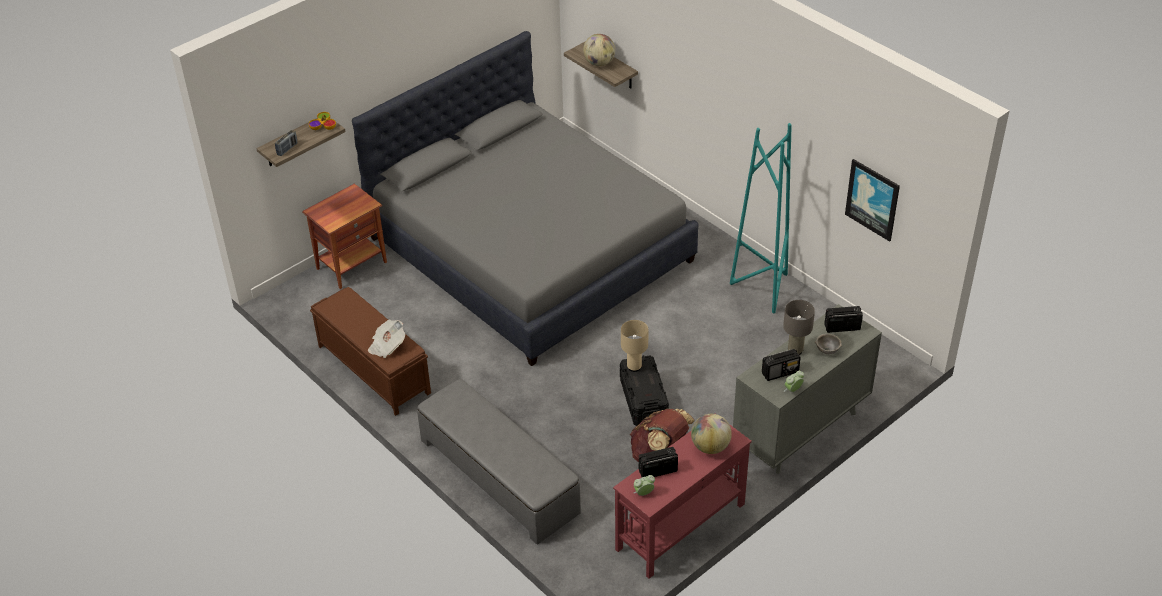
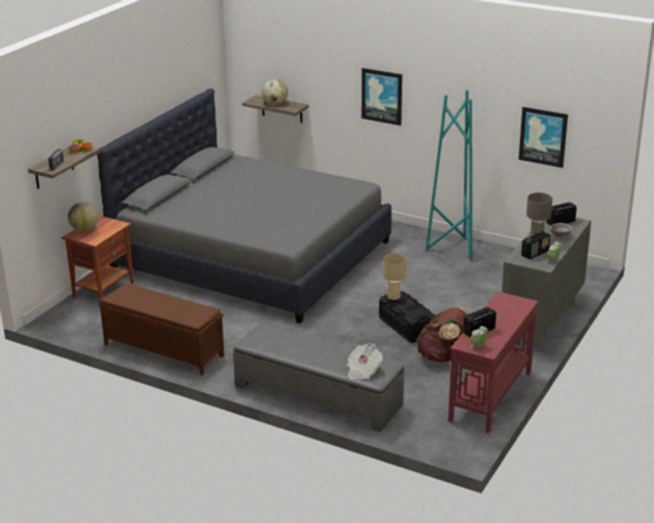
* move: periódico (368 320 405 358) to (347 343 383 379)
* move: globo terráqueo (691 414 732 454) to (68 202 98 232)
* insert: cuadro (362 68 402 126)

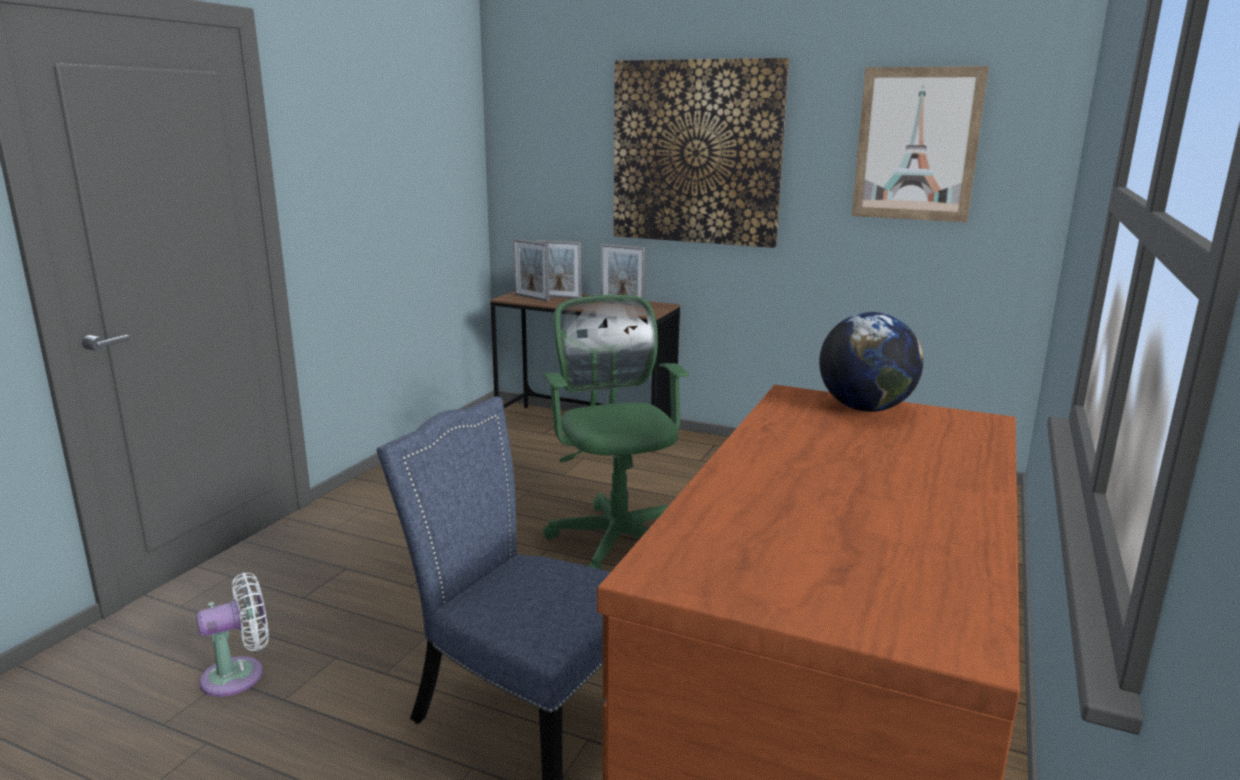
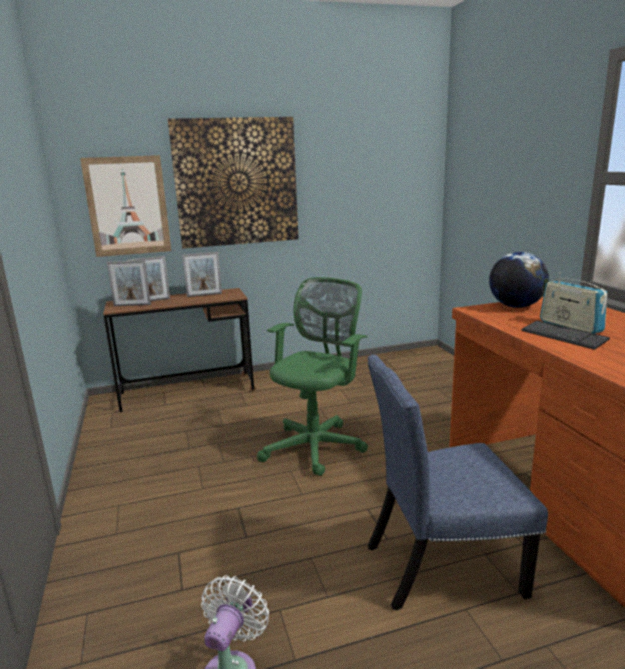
* move: cuadro (852 66 989 222) to (80 155 171 257)
* rotate: silla de oficina (verde) (542 295 689 570) = (257 277 368 476) 90 degrees clockwise
* insert: radio (540 272 607 334)
* insert: teclado (521 320 610 350)

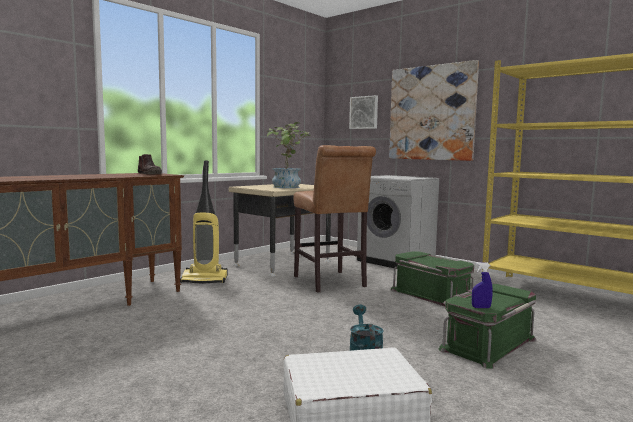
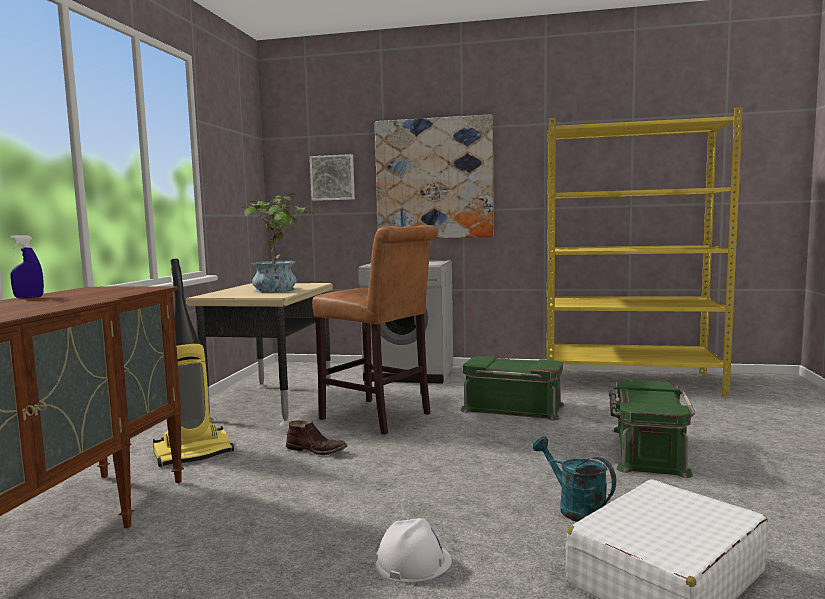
* move: bota (marrón) (138 154 162 174) to (286 420 347 455)
* move: pulverizador (azul) (472 262 493 308) to (10 235 44 298)
* insert: casco (blanco) (375 518 452 582)

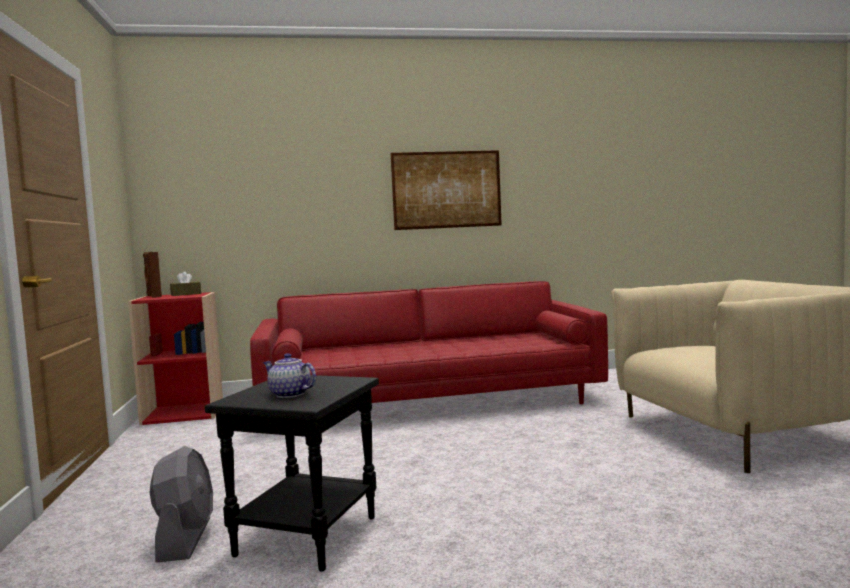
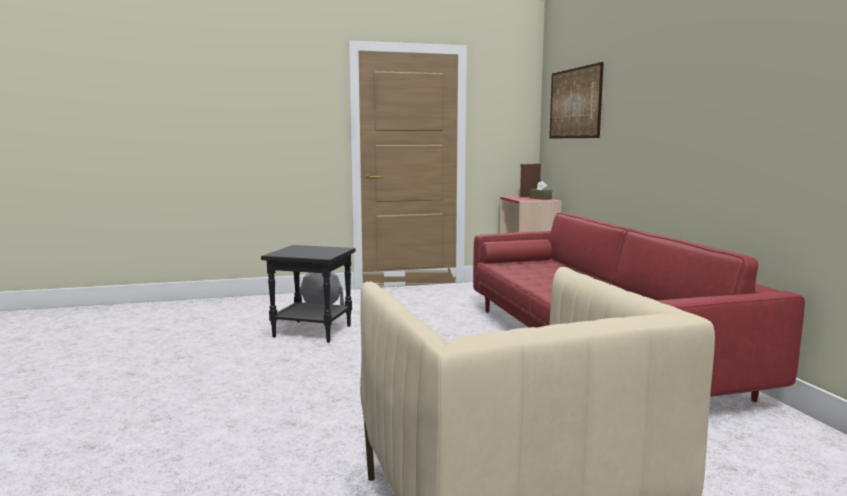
* move: cuadro (390 150 502 230) to (549 62 604 138)
* delete: tetera (263 353 316 398)

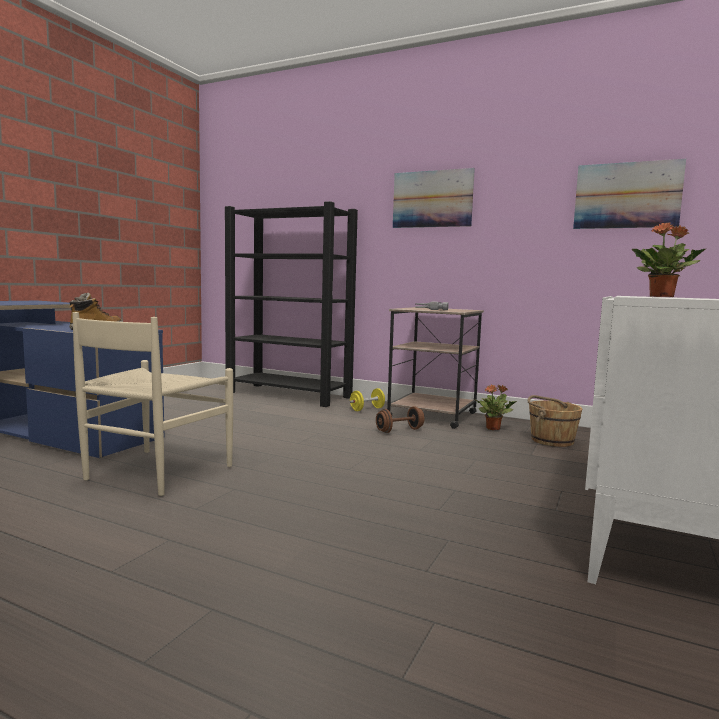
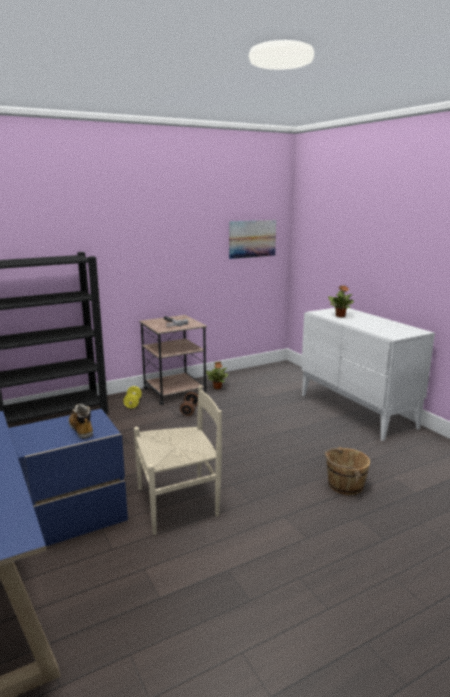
* delete: cuadro (393 168 475 228)
* rotate: silla (beis) (72 312 233 496) = (134 386 222 535) 75 degrees counterclockwise
* move: cubo (marrón) (527 395 582 447) to (325 447 370 495)

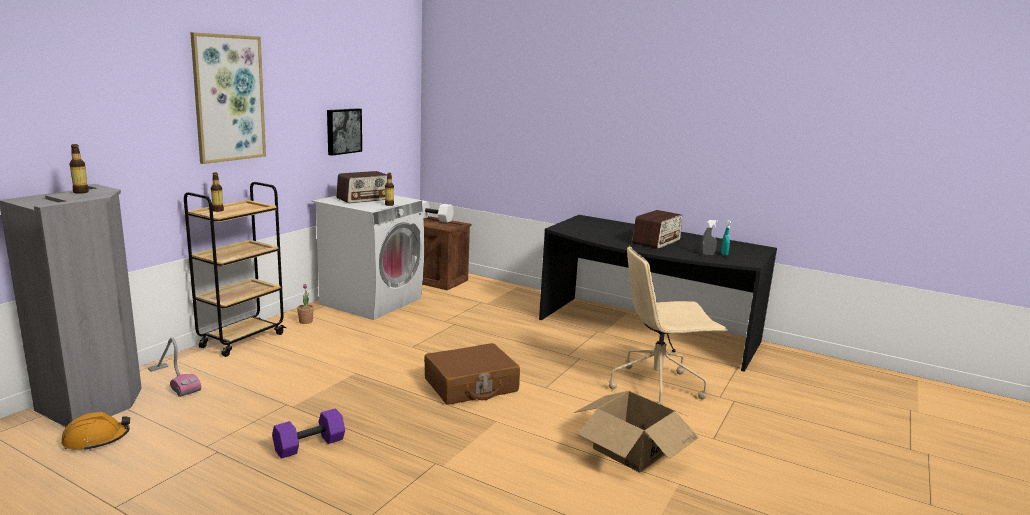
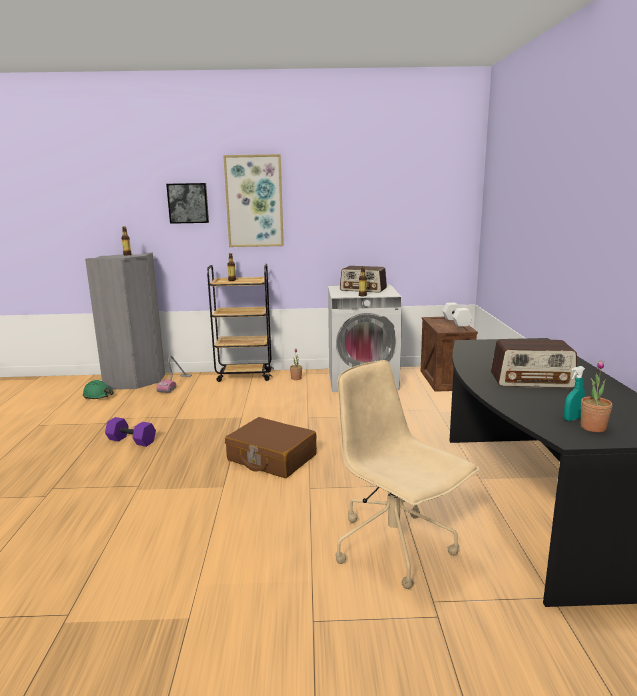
* move: cuadro (327 108 362 156) to (166 183 209 224)
* delete: pulverizador (gris) (701 220 718 255)
* delete: caja de cartón (574 391 699 472)
* recolor: casco (naranja) (61 412 130 451) to casco (verde) (83 380 114 399)
* insert: planta en maceta (581 360 612 432)

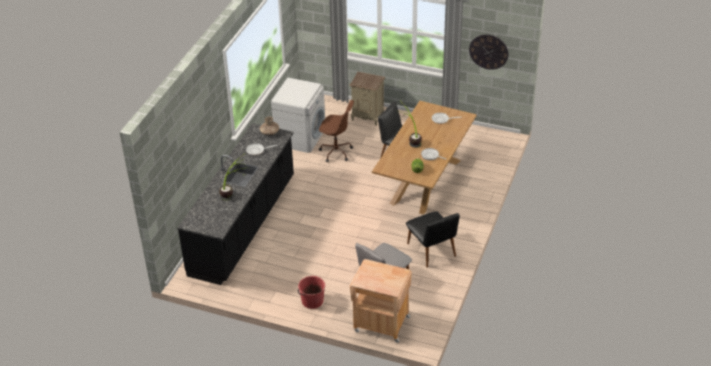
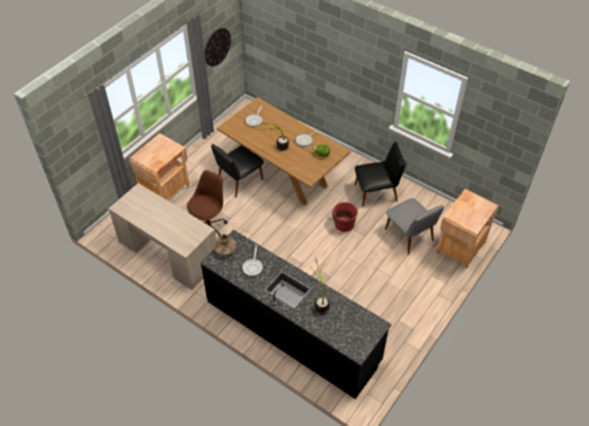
* replace: mesita de noche (beis) (350 72 385 126) to carrito (marrón) (129 133 189 201)
* replace: lavadora (blanco) (271 78 325 153) to escritorio (beis) (108 183 216 290)
* move: cubo (rojo) (298 276 325 309) to (332 202 358 232)

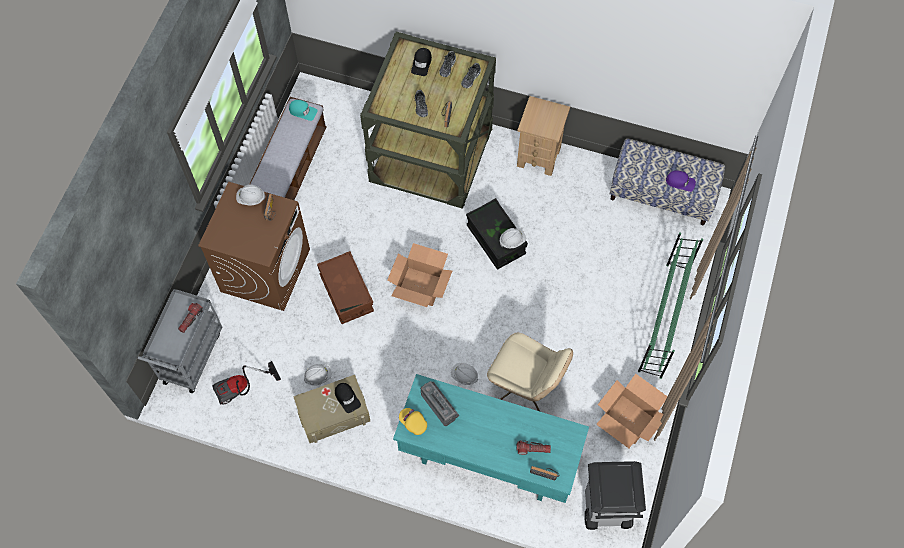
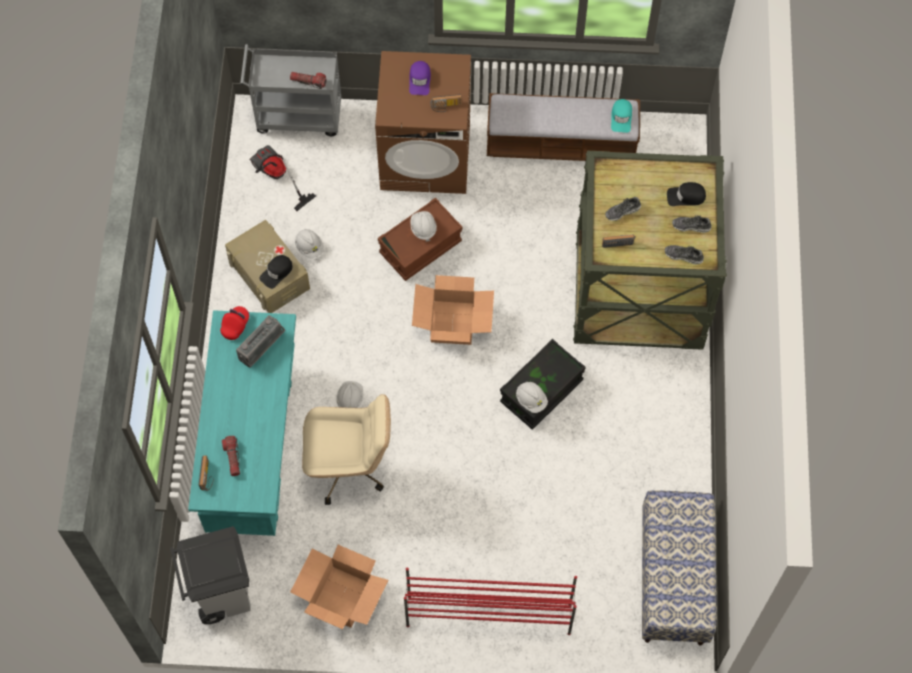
* delete: mesita de noche (beis) (517 96 570 176)
* move: gorra (morado) (666 170 696 192) to (409 61 431 95)
* move: casco (blanco) (236 184 266 206) to (410 211 437 242)
* recolor: zapatero (verde) (638 232 703 379) to zapatero (rojo) (404 567 577 635)
* rotate: silla de oficina (beis) (487 333 573 411) = (302 394 391 505) 105 degrees counterclockwise
* recolor: gorra (amarillo) (399 408 427 435) to gorra (rojo) (220 306 249 340)

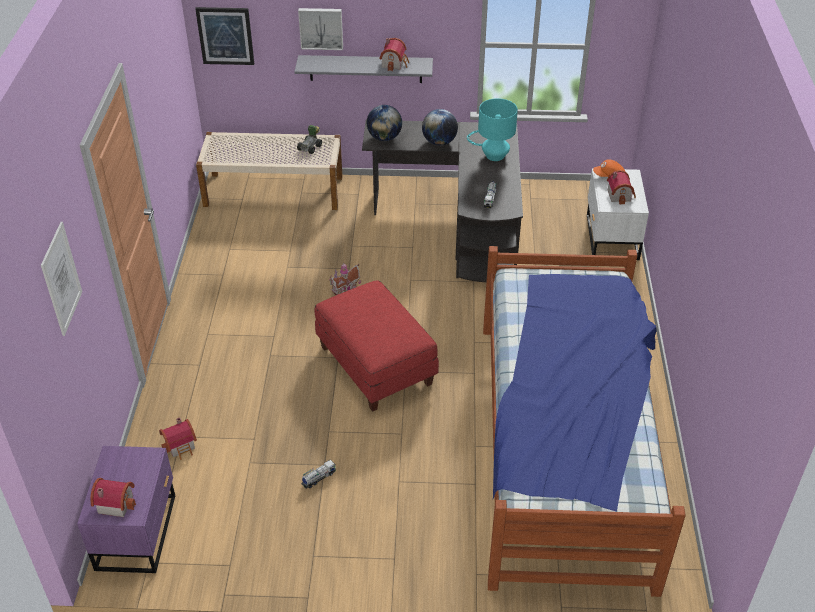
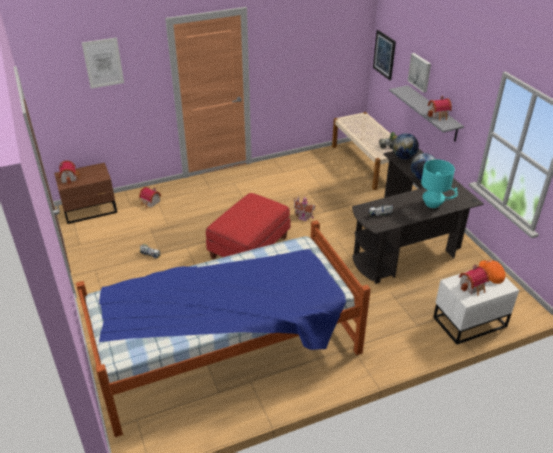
* recolor: mesita de noche (morado) (77 446 175 573) to mesita de noche (marrón) (54 163 117 224)

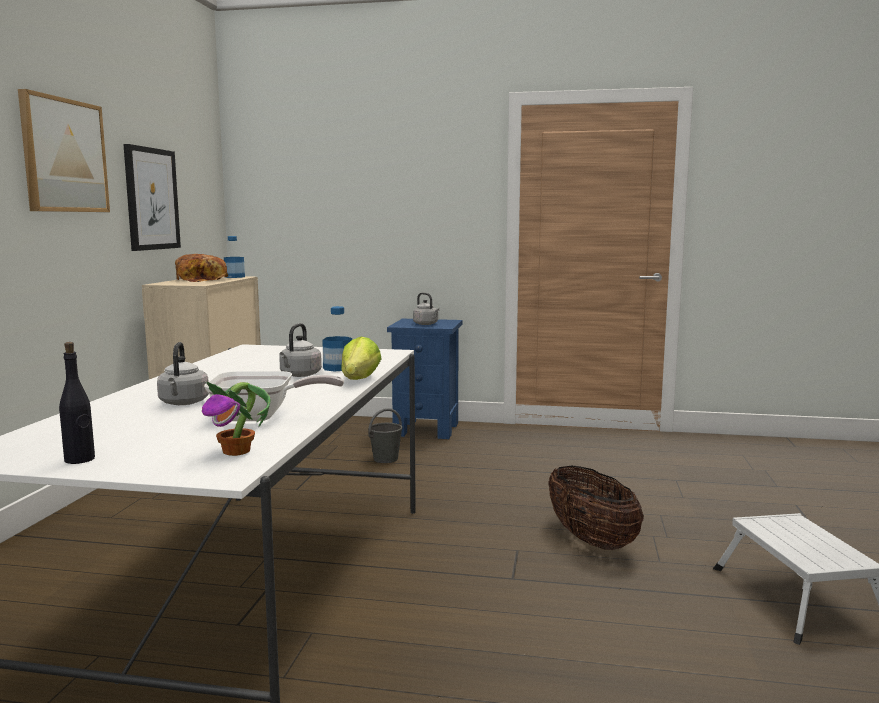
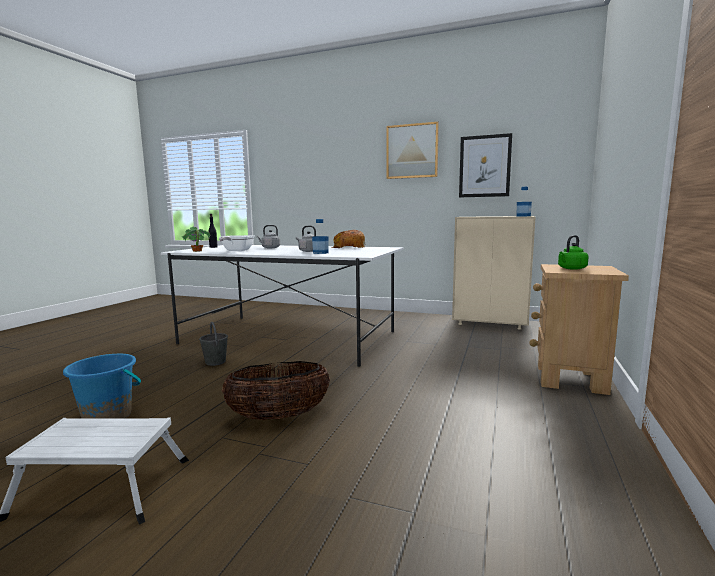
* move: pan (175 254 228 282) to (331 230 365 248)
* recolor: hervidor (gris) (413 293 439 325) to hervidor (verde) (558 235 589 270)
* recolor: mesita de noche (azul) (387 319 463 439) to mesita de noche (beis) (529 264 629 395)
* delete: lechuga (341 337 382 380)
* move: cubo (gris) (368 408 403 463) to (199 322 228 366)
* insert: cubo (azul) (63 354 141 418)

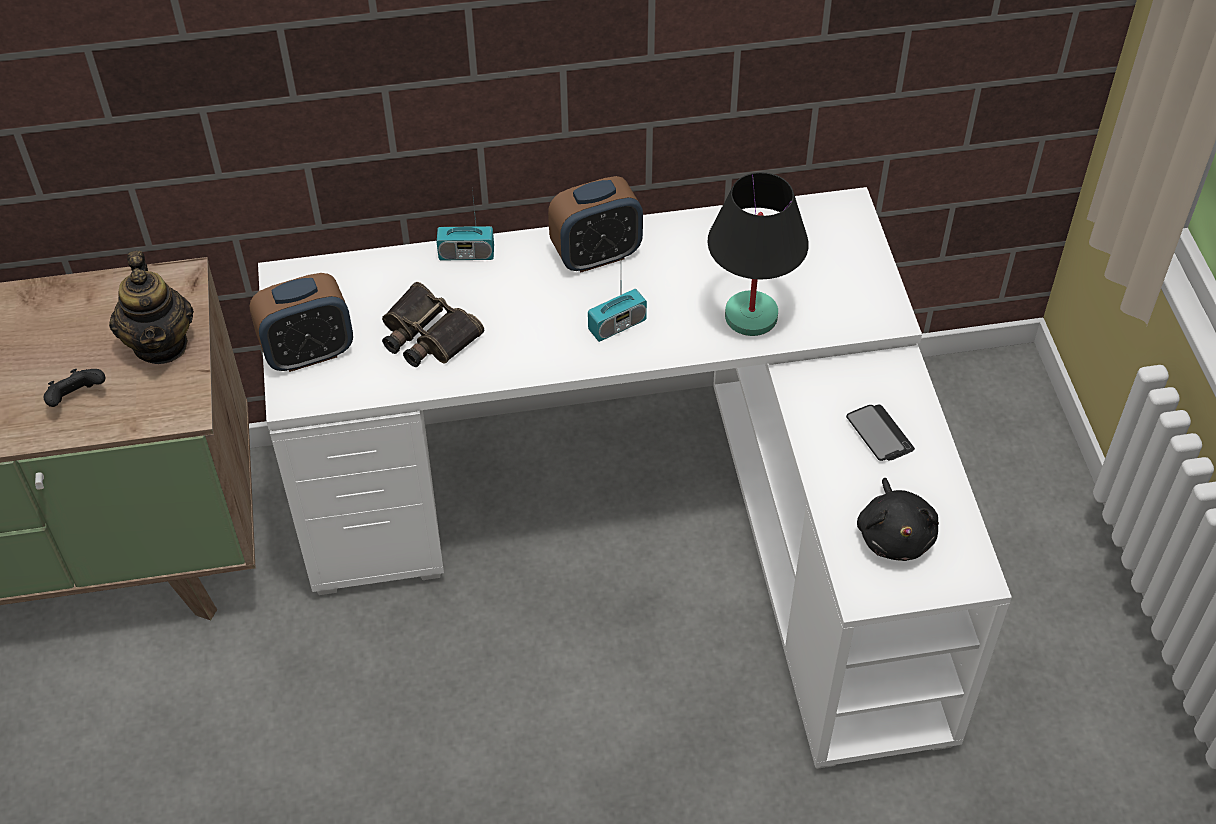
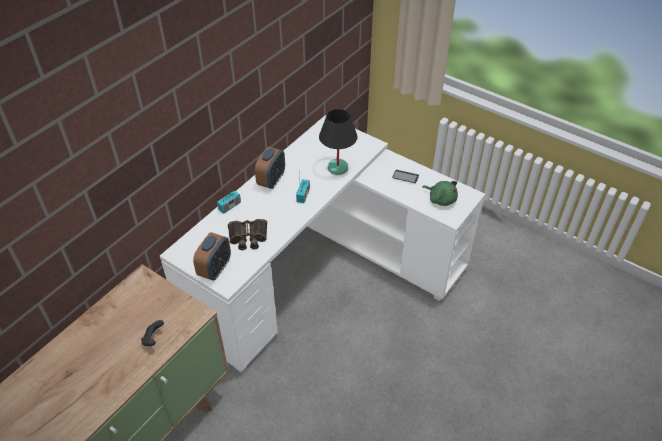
* delete: tetera (109 251 194 364)
* recolor: peluche (negro) (857 478 939 561) to peluche (verde) (422 181 458 206)

